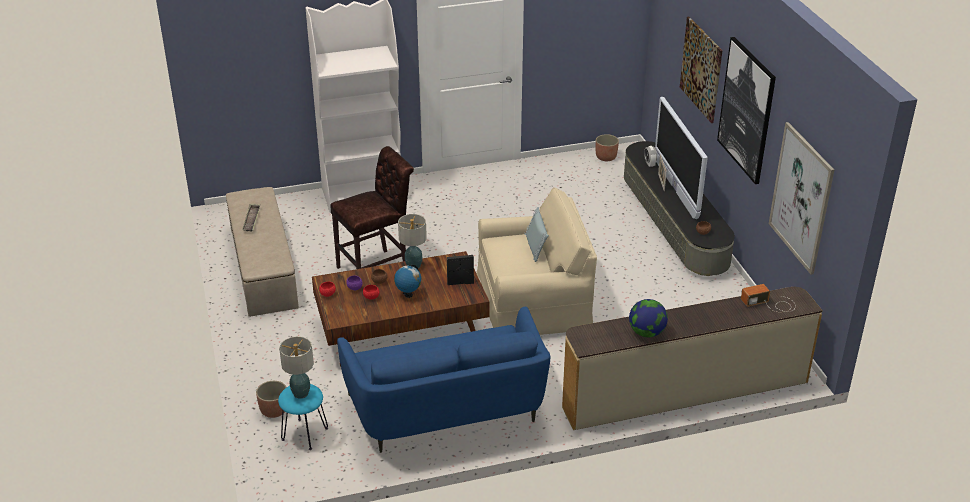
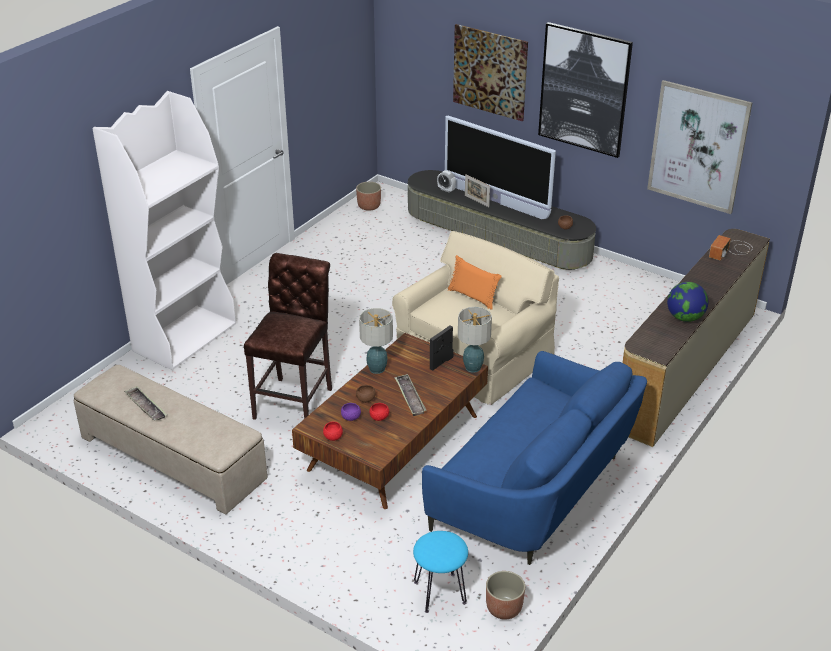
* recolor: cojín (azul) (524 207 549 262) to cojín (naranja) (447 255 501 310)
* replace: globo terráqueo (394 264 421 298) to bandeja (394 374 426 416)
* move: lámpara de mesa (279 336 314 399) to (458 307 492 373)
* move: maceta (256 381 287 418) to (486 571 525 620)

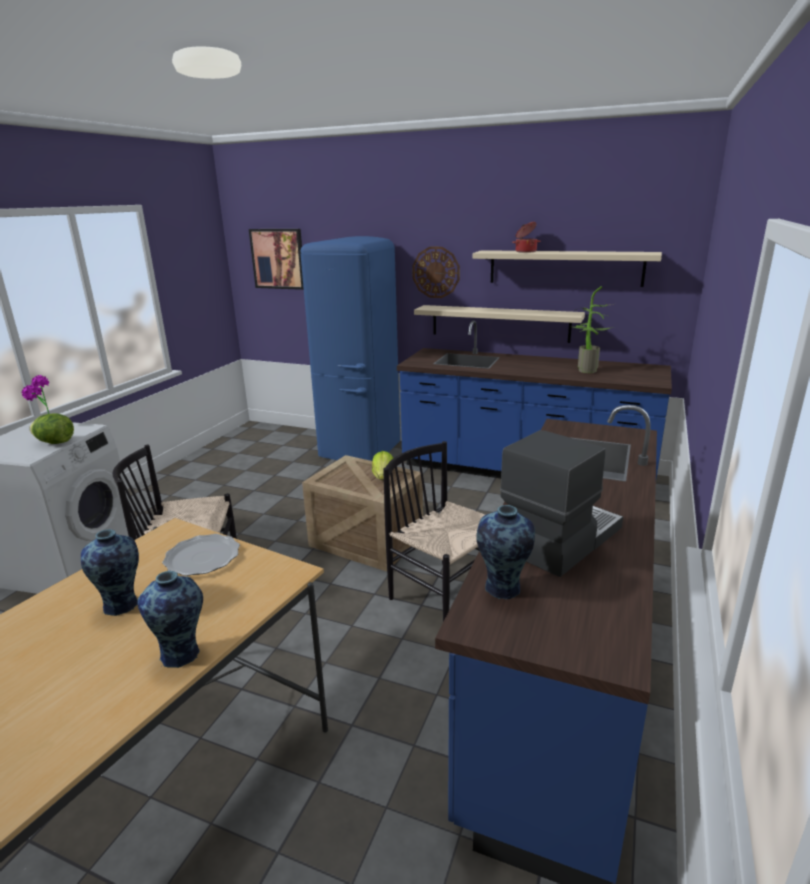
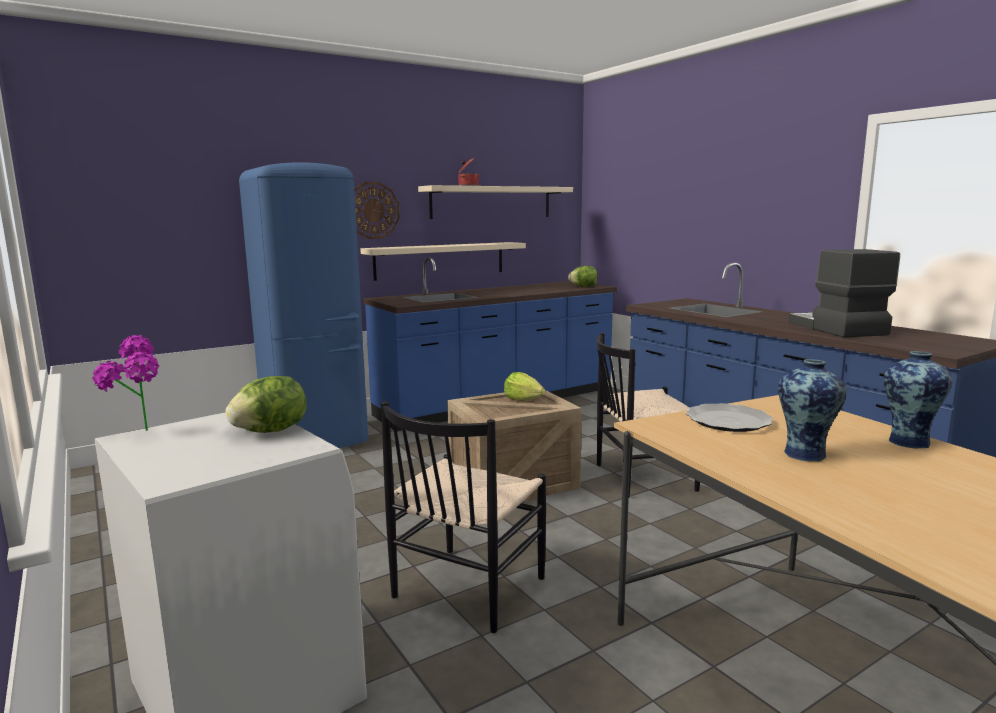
* delete: cuadro (249 229 304 290)
* delete: planta en maceta (569 286 614 373)
* delete: florero (476 505 535 599)
* insert: lechuga (568 266 597 287)

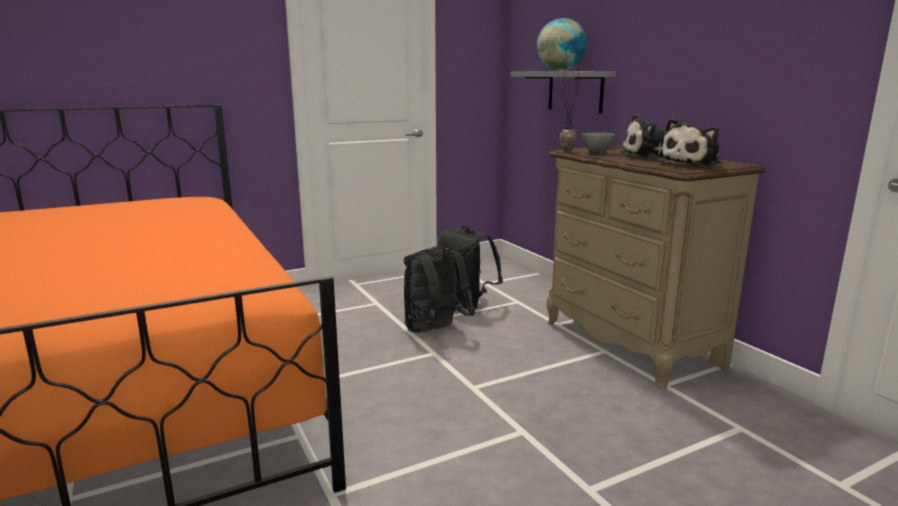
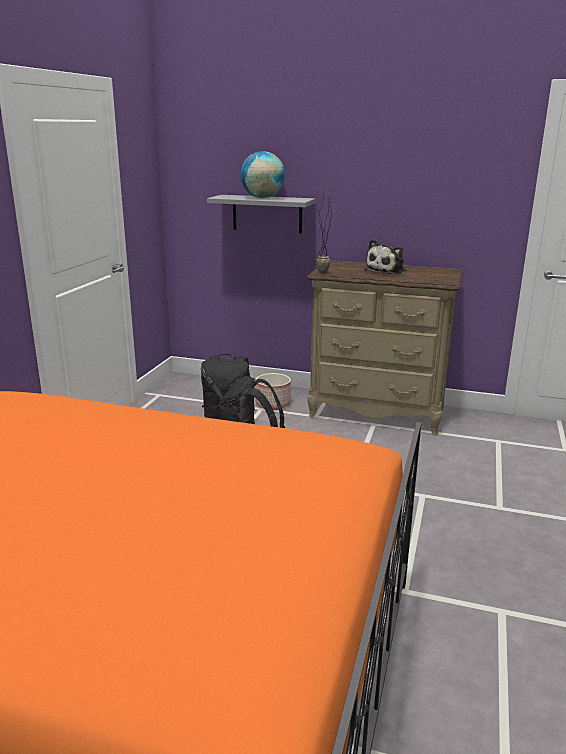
* delete: peluche (658 118 723 167)
* delete: cuenco (gris) (582 133 615 154)
* insert: maceta (256 373 291 410)

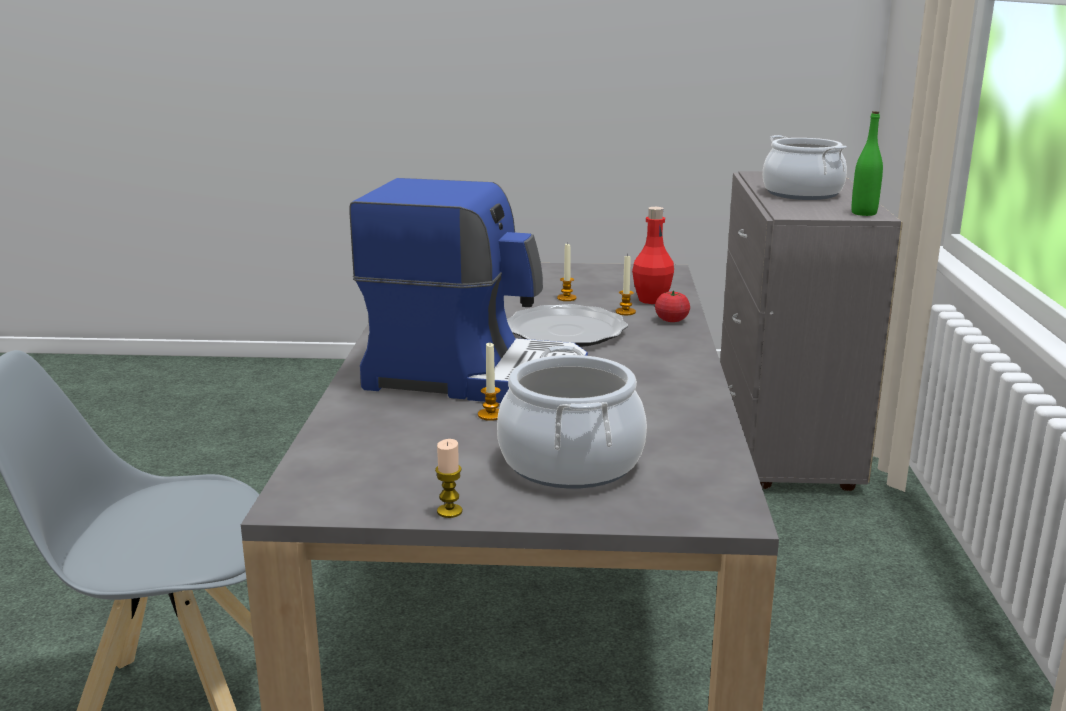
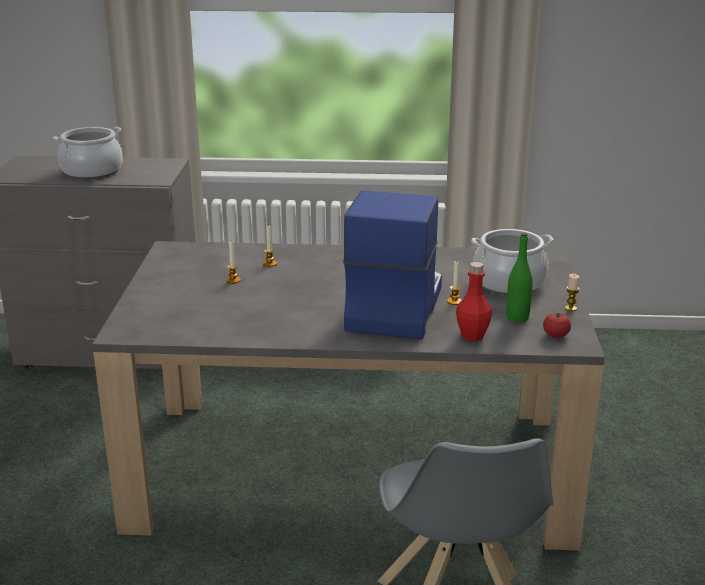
* move: botella (verde) (852 111 883 216) to (506 233 532 322)
* move: botella (rojo) (632 207 674 304) to (456 262 492 341)
* move: tomate (655 290 690 322) to (543 313 571 338)
* delete: plato (507 304 628 347)

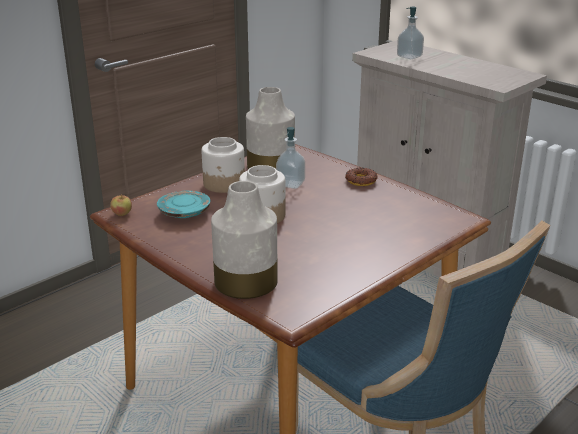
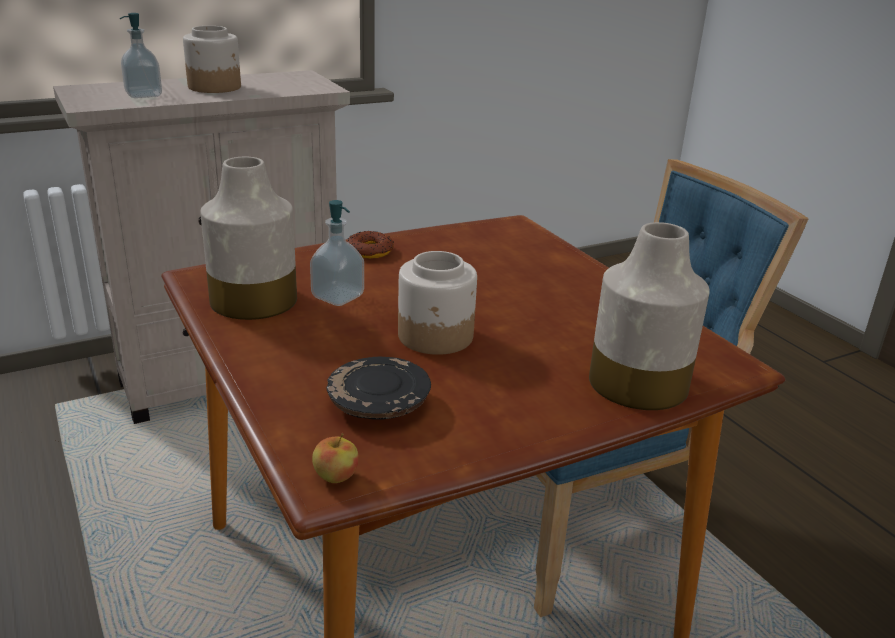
* move: tarro (201 137 245 193) to (183 26 241 93)
* recolor: plato (turquesa) (157 191 210 218) to plato (negro) (326 357 431 420)

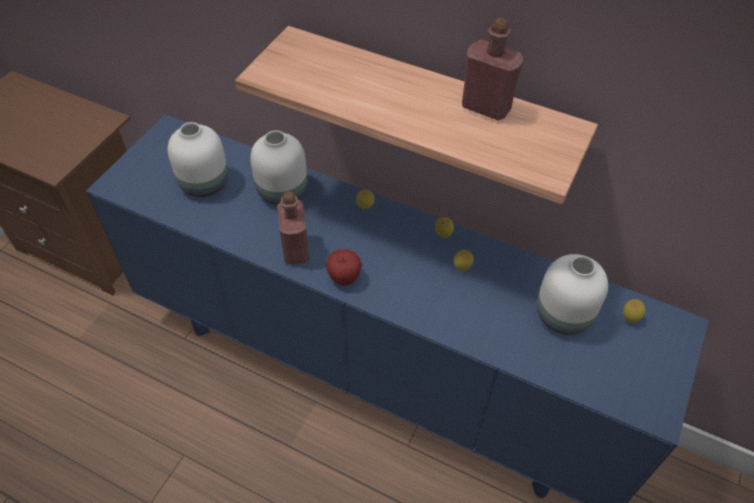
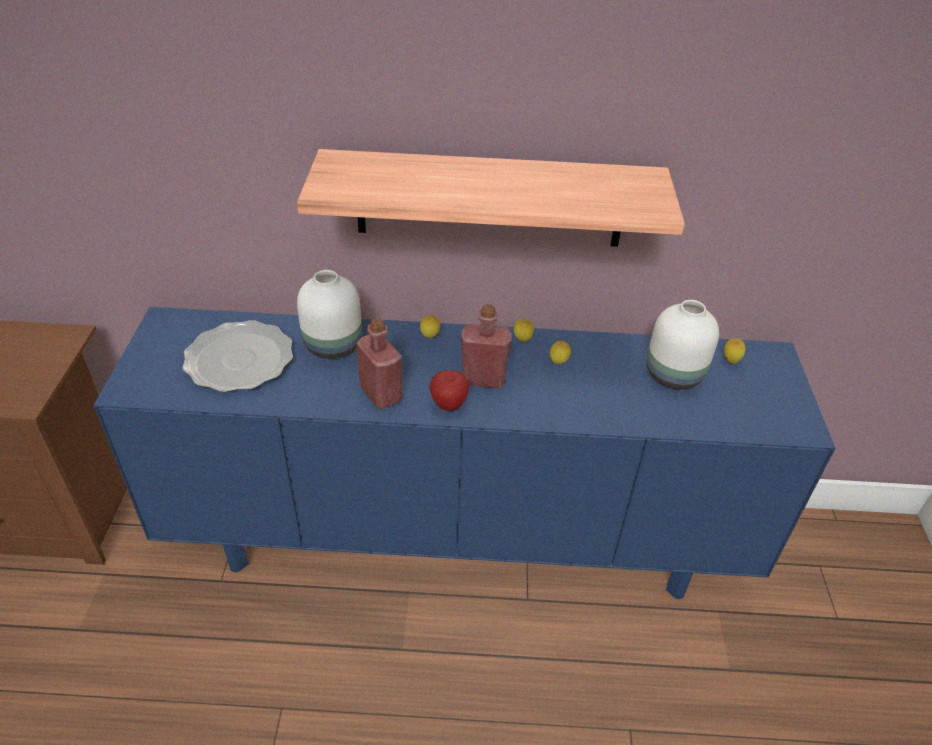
* move: botella (rojo) (462 18 523 120) to (461 304 512 388)
* replace: florero (blanco) (168 122 228 197) to plato (182 320 293 392)

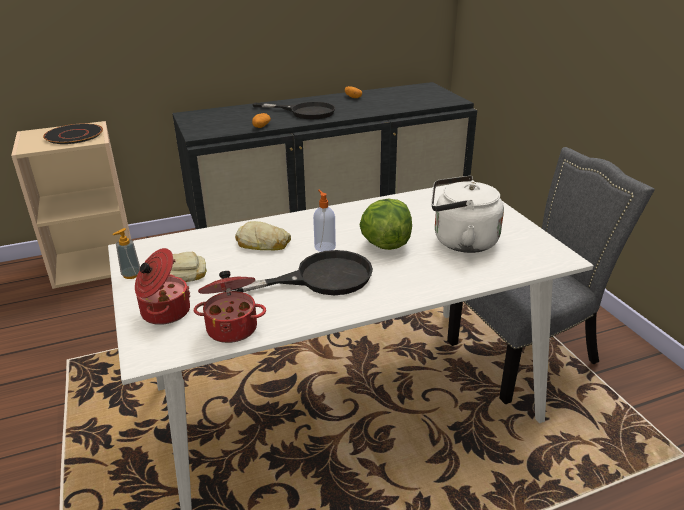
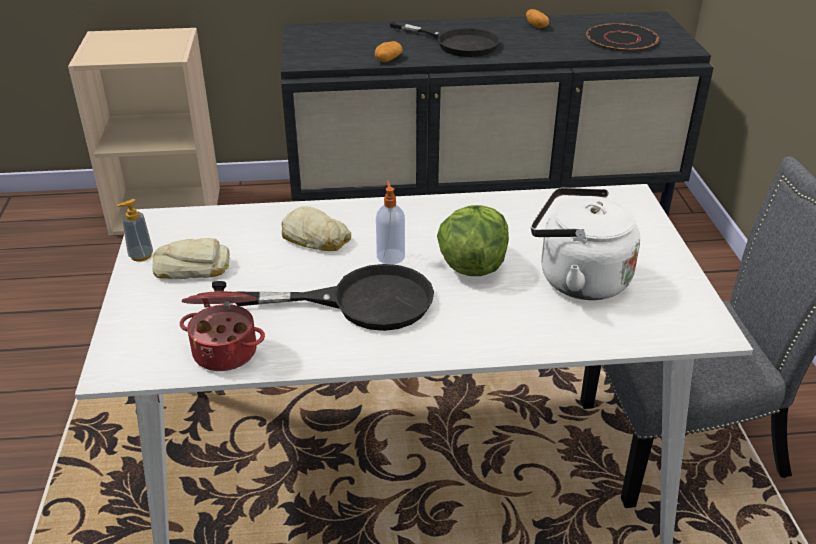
* move: plato (negro) (43 123 103 144) to (586 23 659 52)
* delete: olla (135 248 190 325)

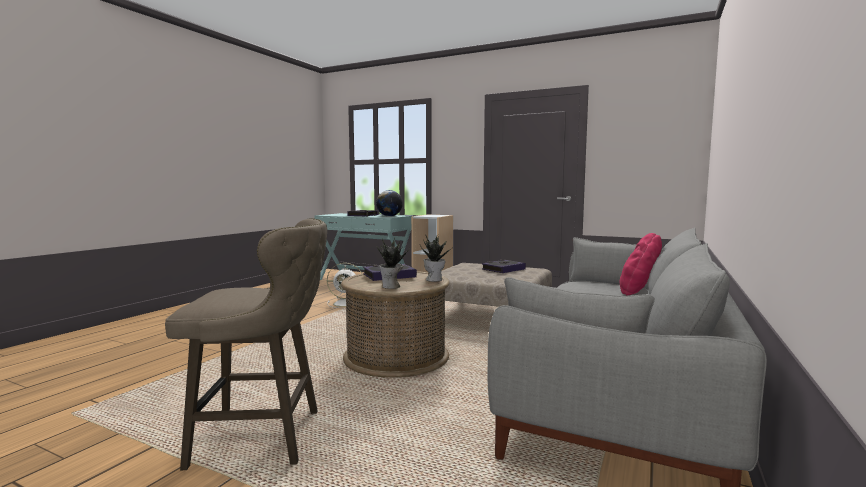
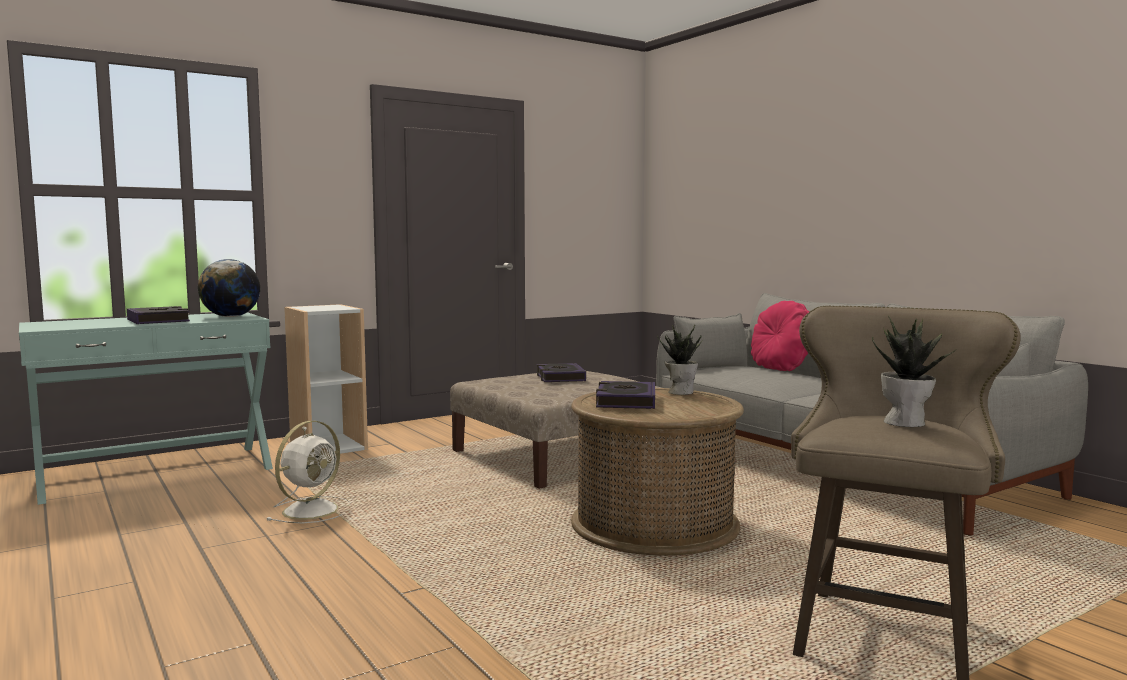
* move: planta en maceta (377 238 410 289) to (872 315 955 427)

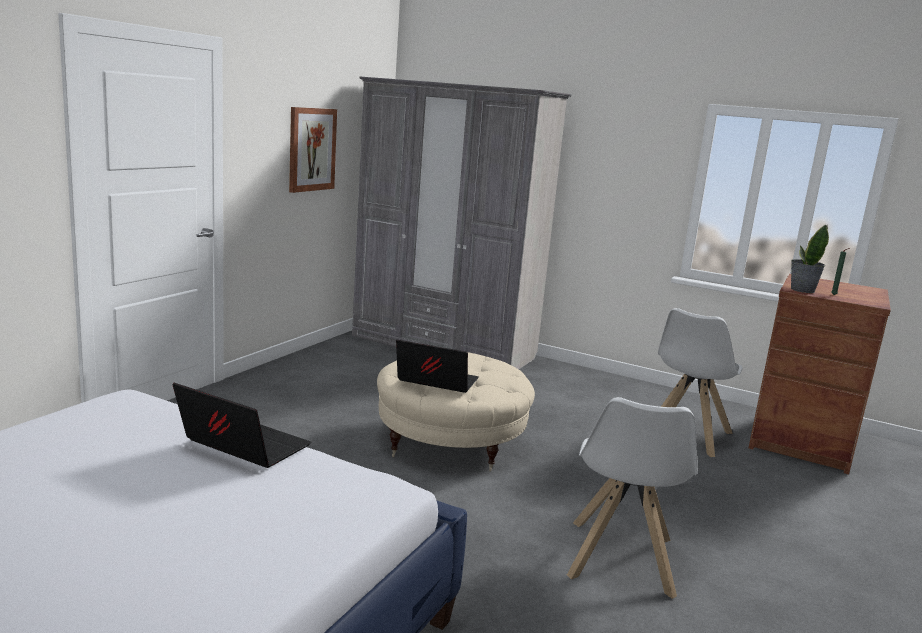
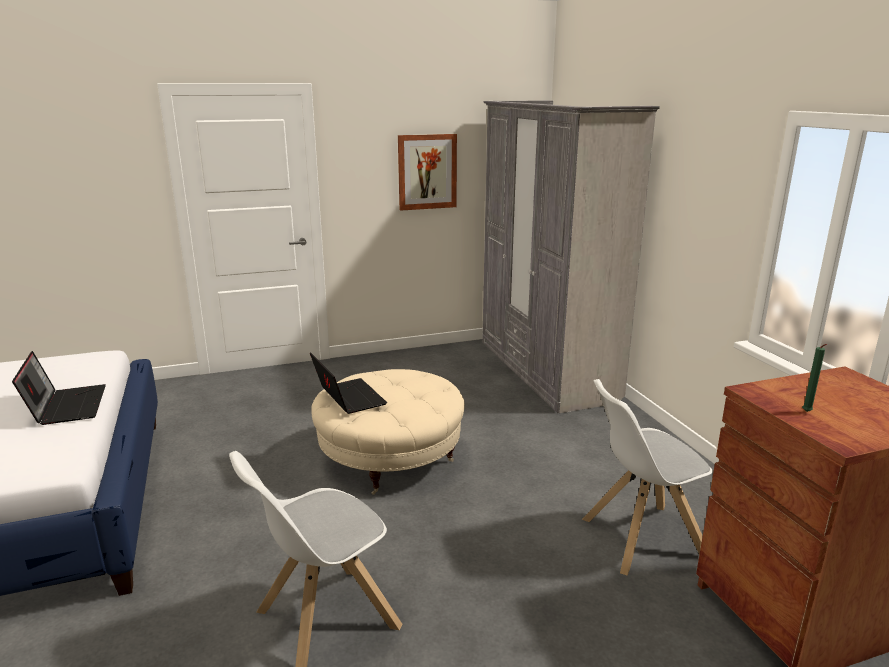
* delete: planta en maceta (791 224 829 293)

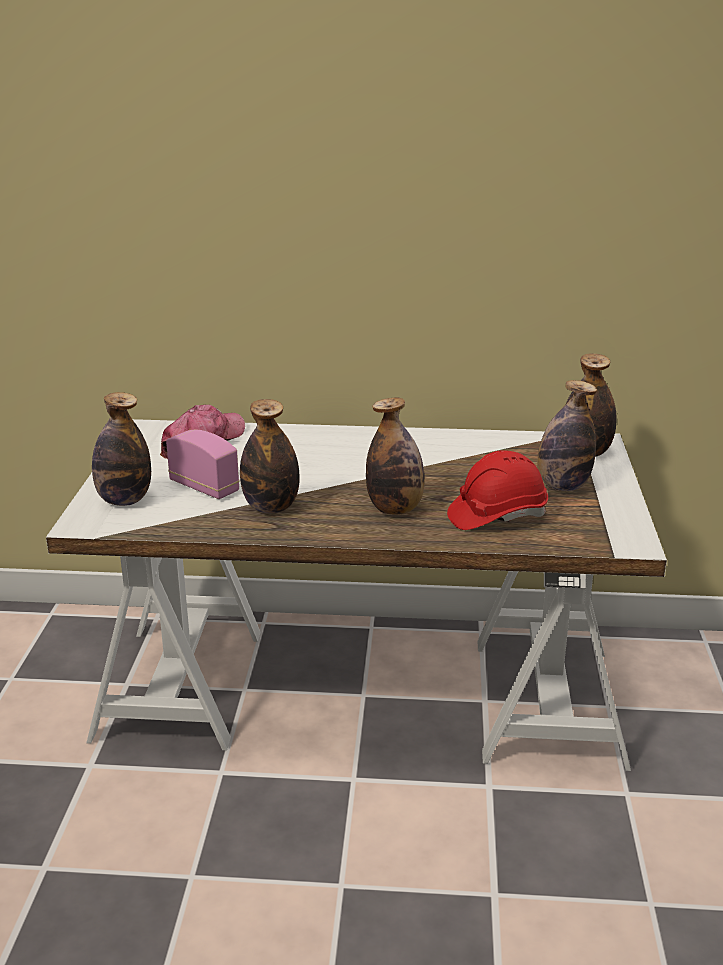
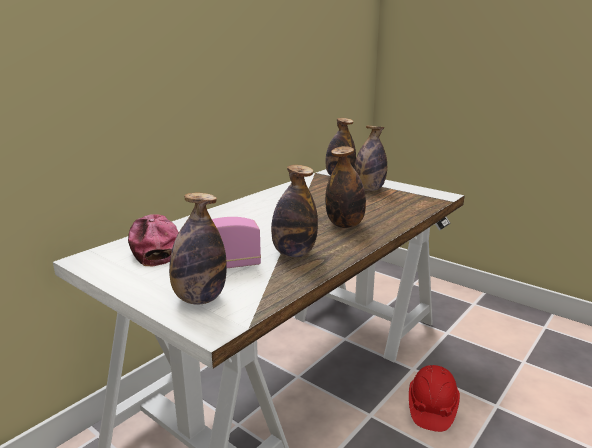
* move: casco (rojo) (447 450 548 530) to (409 365 460 432)

